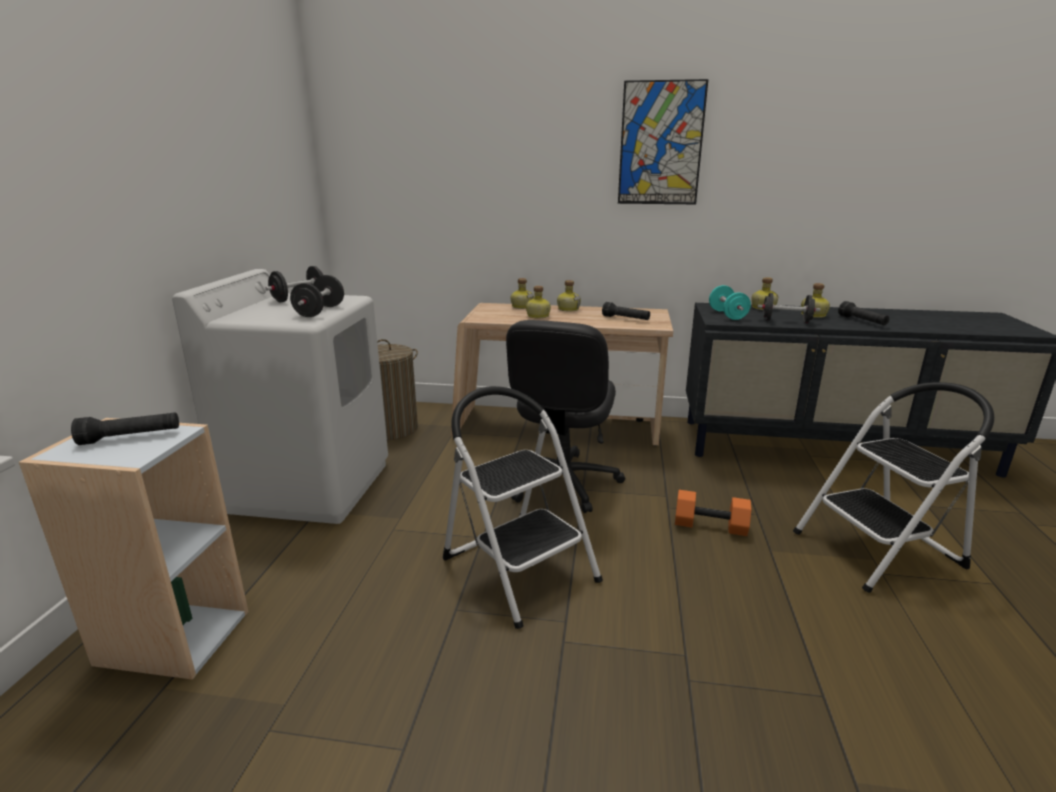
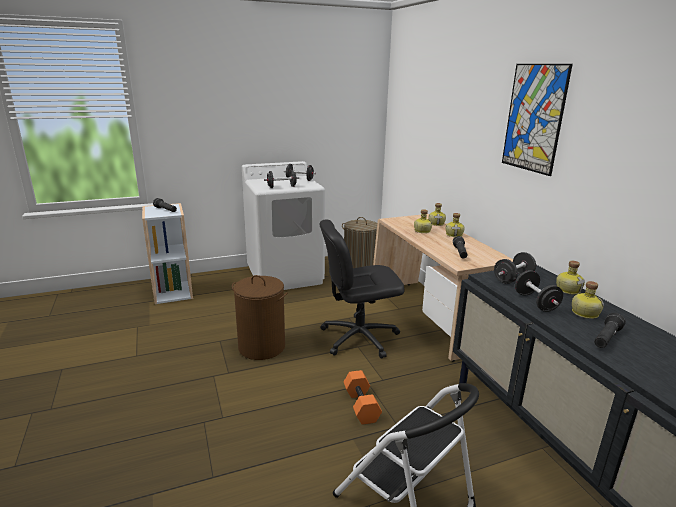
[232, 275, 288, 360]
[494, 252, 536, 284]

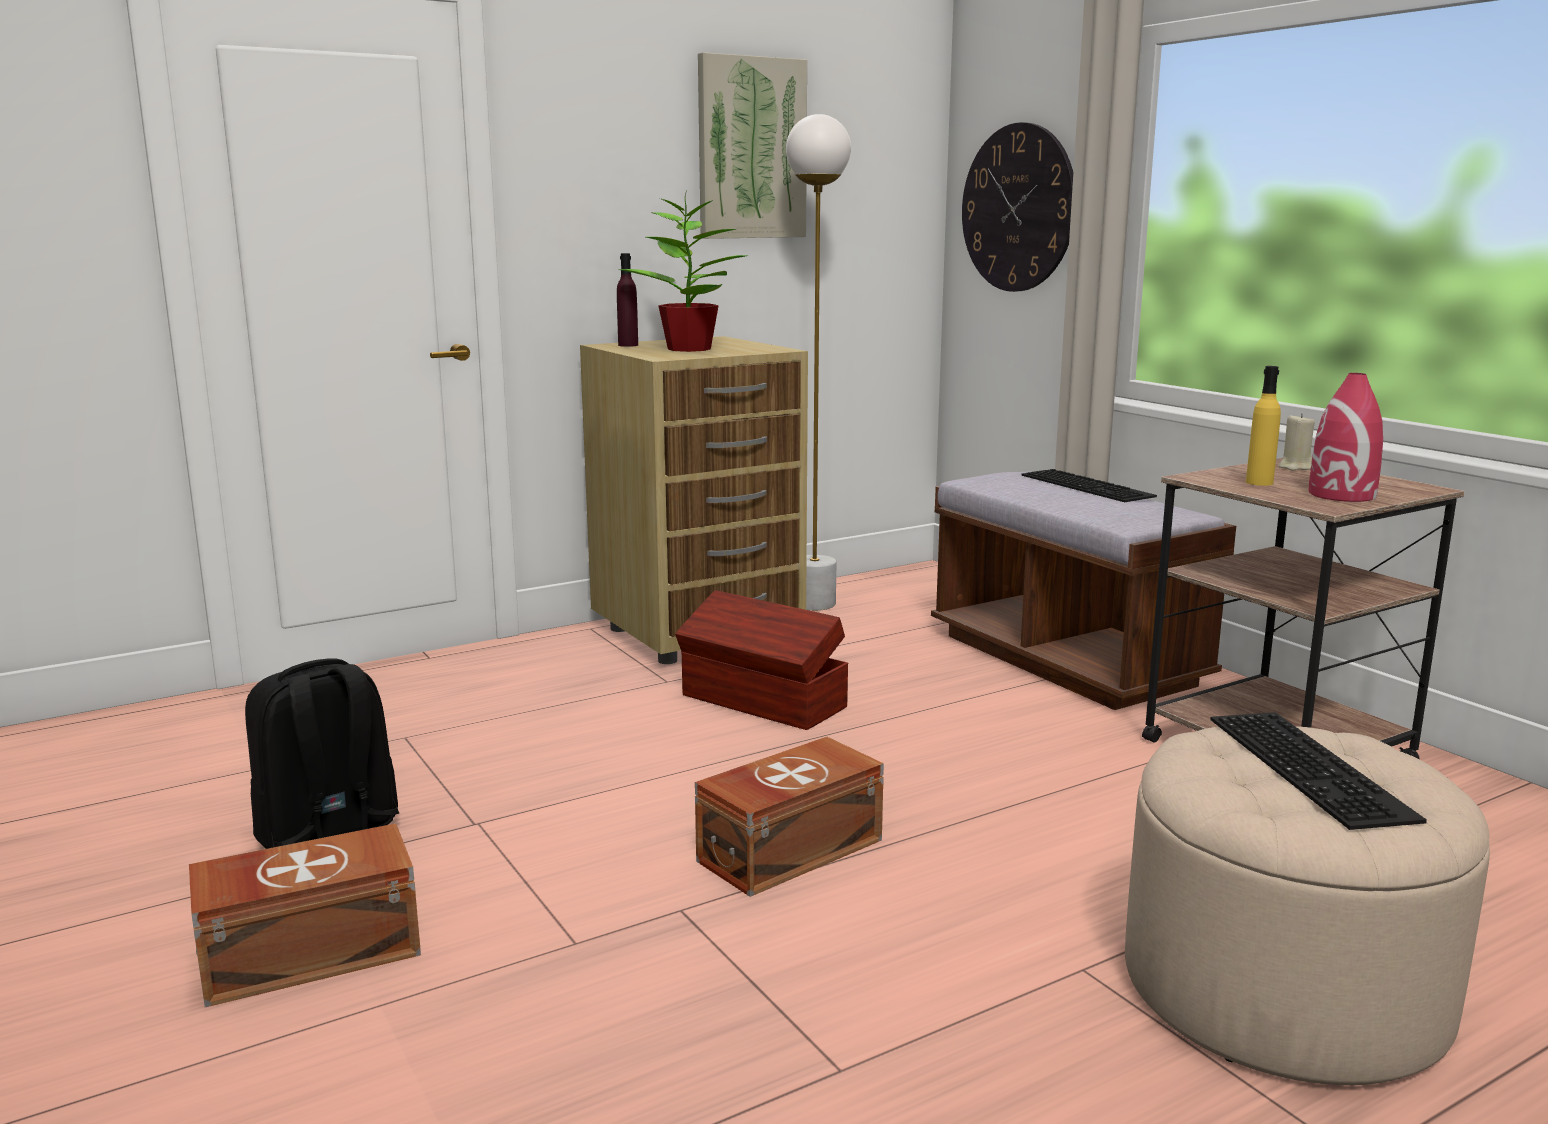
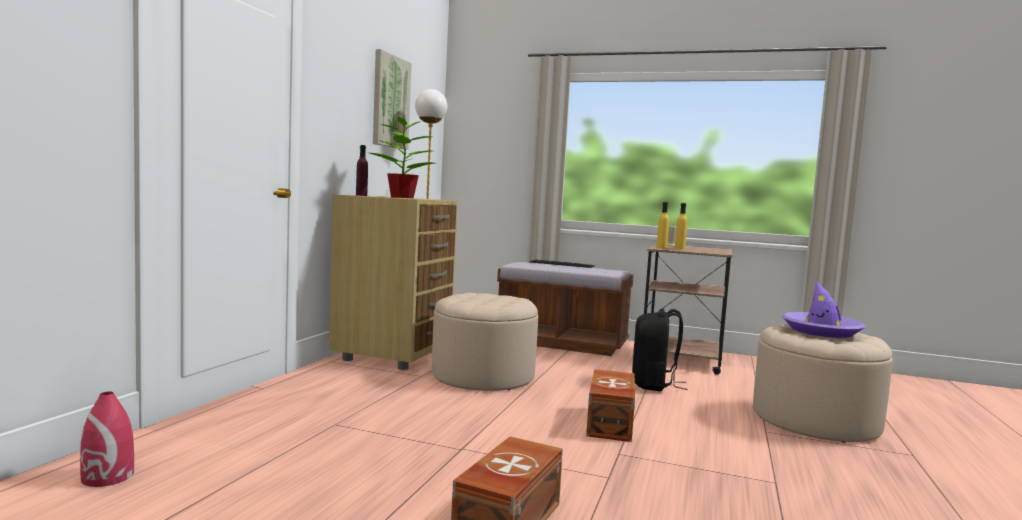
[80, 392, 134, 487]
[432, 293, 538, 391]
[632, 309, 688, 391]
[657, 202, 669, 249]
[782, 281, 865, 338]
[962, 122, 1073, 292] (first image)

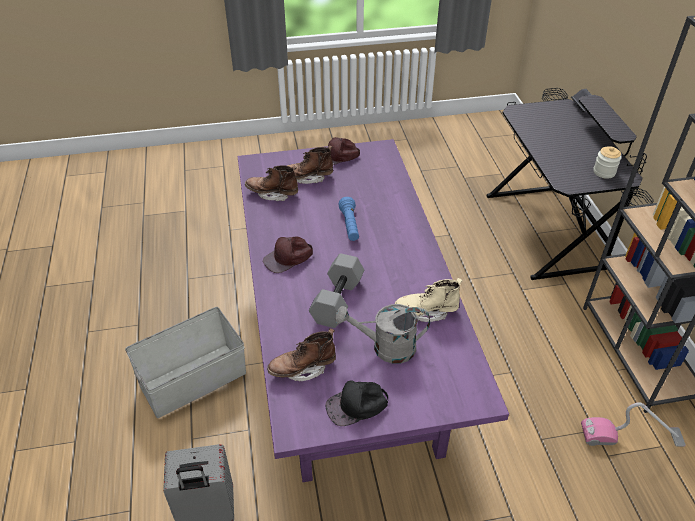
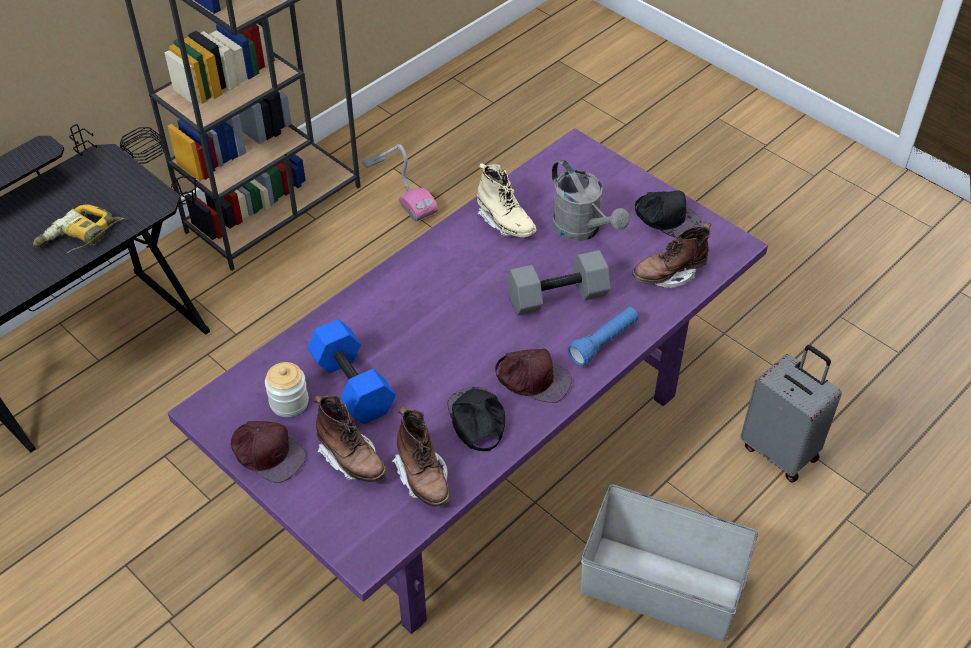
[33, 204, 126, 253]
[265, 362, 309, 417]
[307, 319, 396, 424]
[448, 387, 505, 451]
[568, 307, 639, 366]
[632, 222, 711, 288]

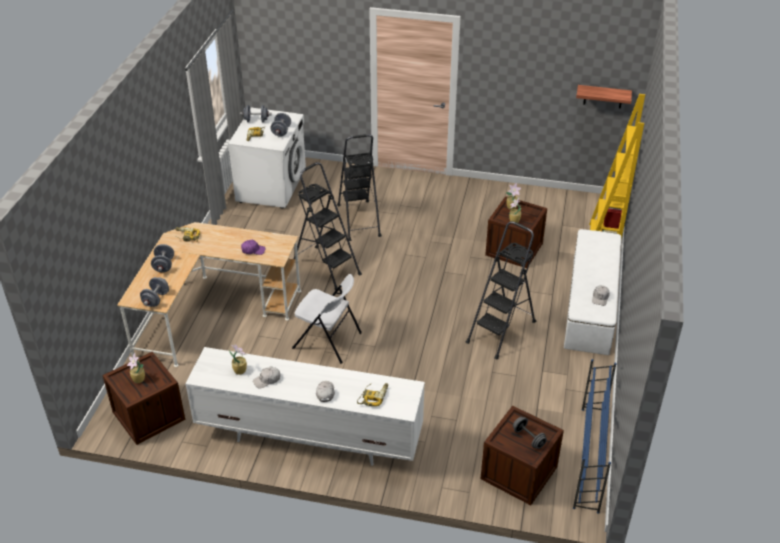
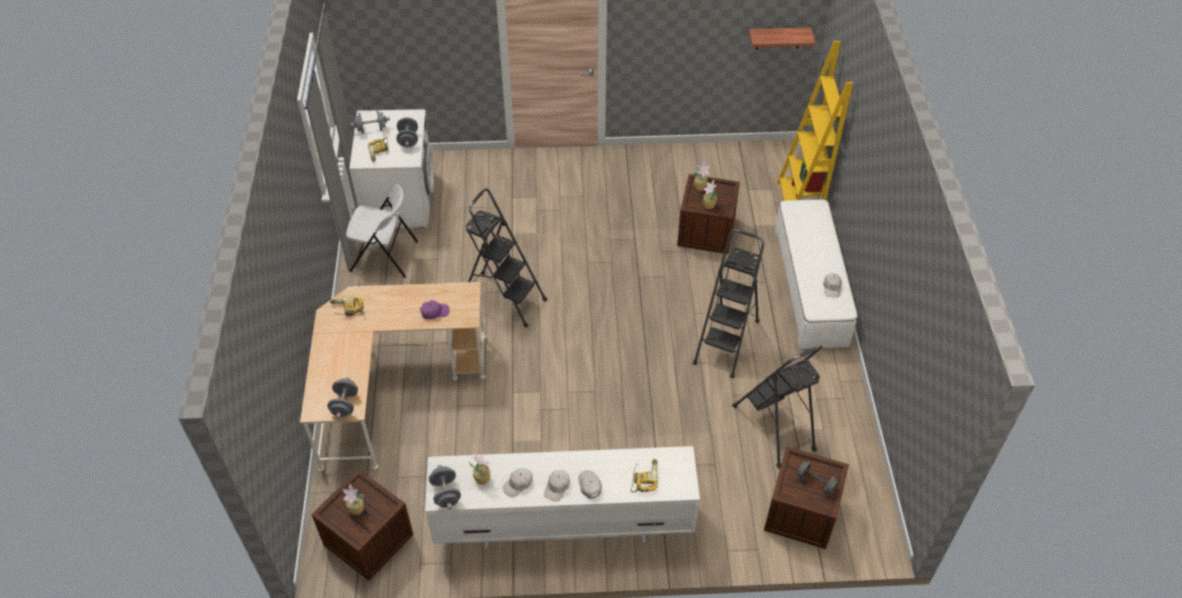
[346, 184, 418, 278]
[429, 465, 461, 510]
[544, 470, 570, 502]
[732, 346, 822, 469]
[573, 359, 617, 514] (first image)

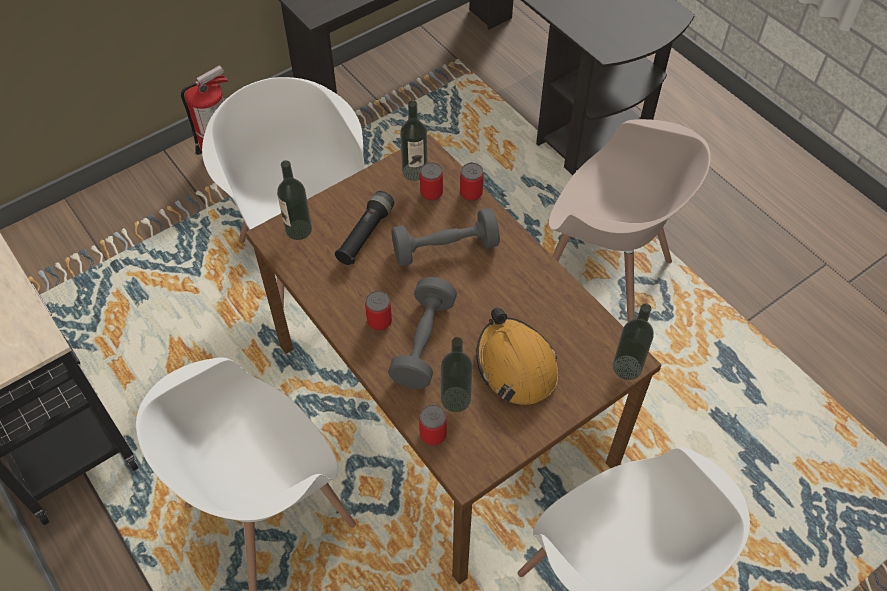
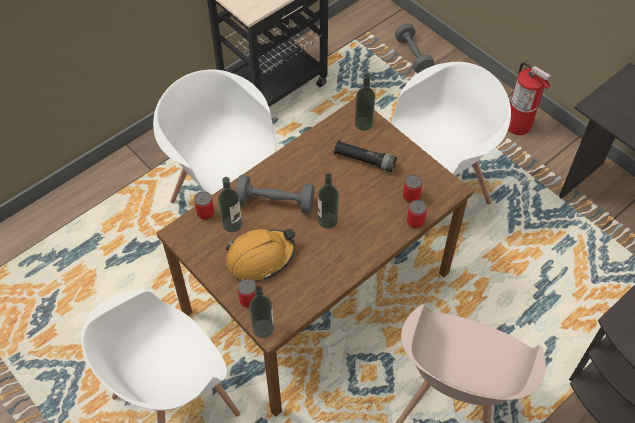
[238, 278, 257, 308]
[318, 173, 339, 229]
[395, 24, 434, 73]

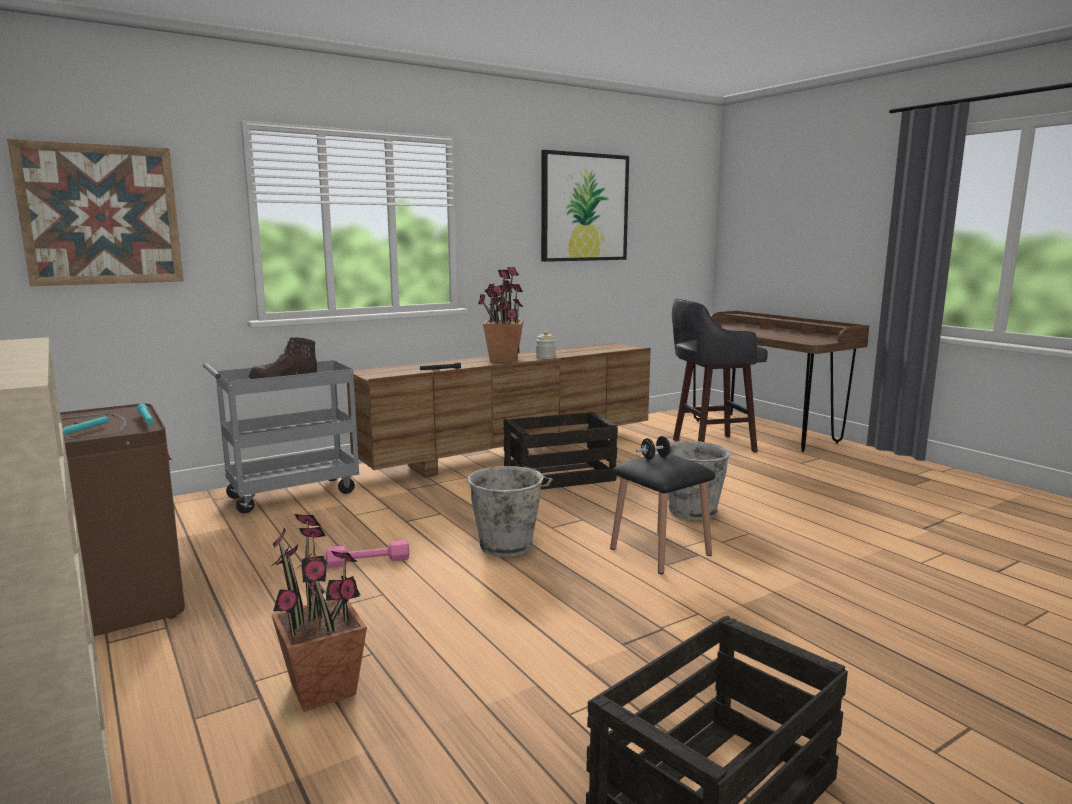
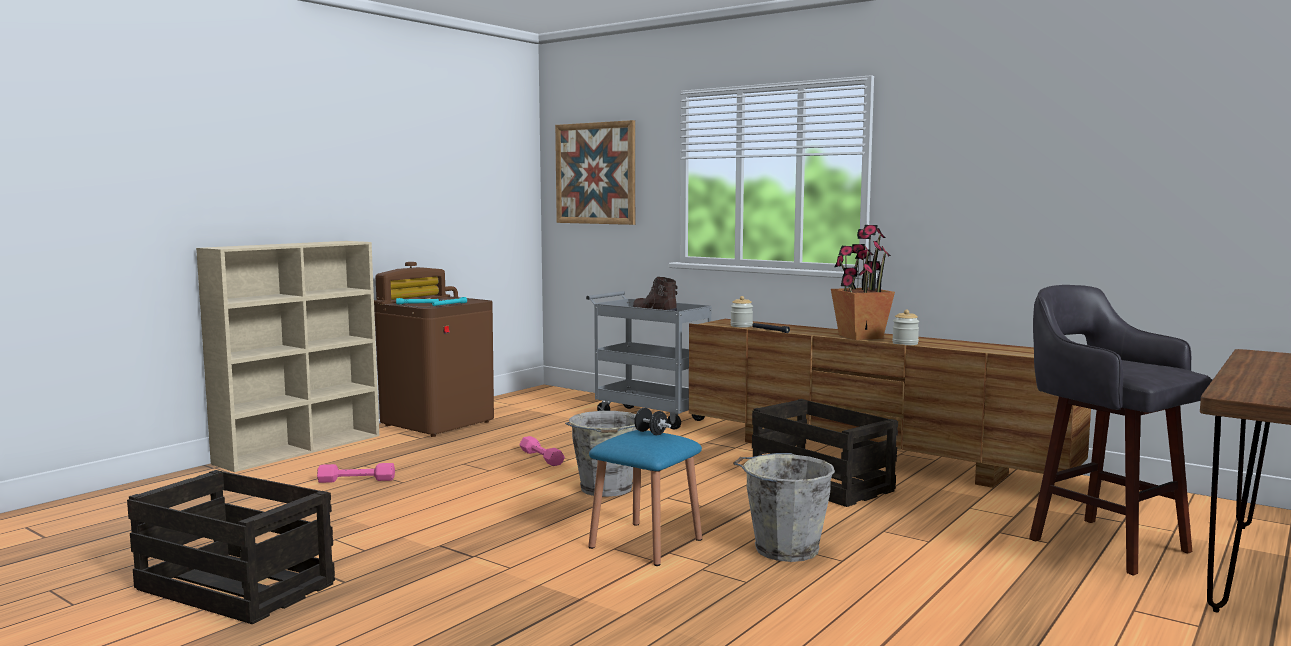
[317, 463, 395, 483]
[588, 430, 702, 566]
[731, 296, 753, 327]
[541, 150, 629, 262] (first image)

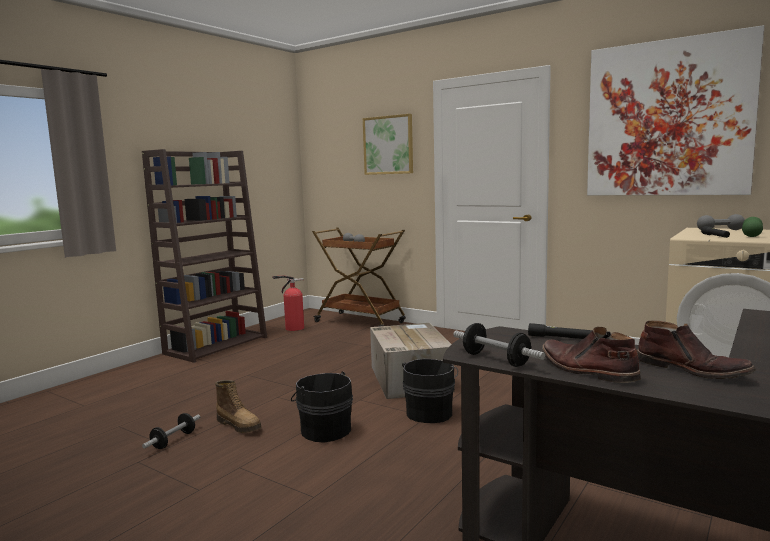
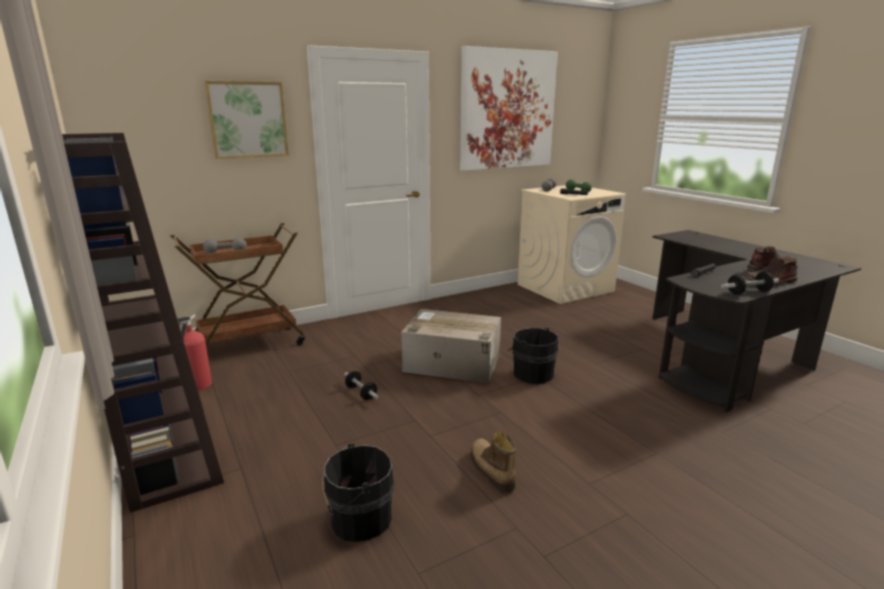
[322, 443, 394, 542]
[344, 371, 379, 400]
[470, 432, 516, 493]

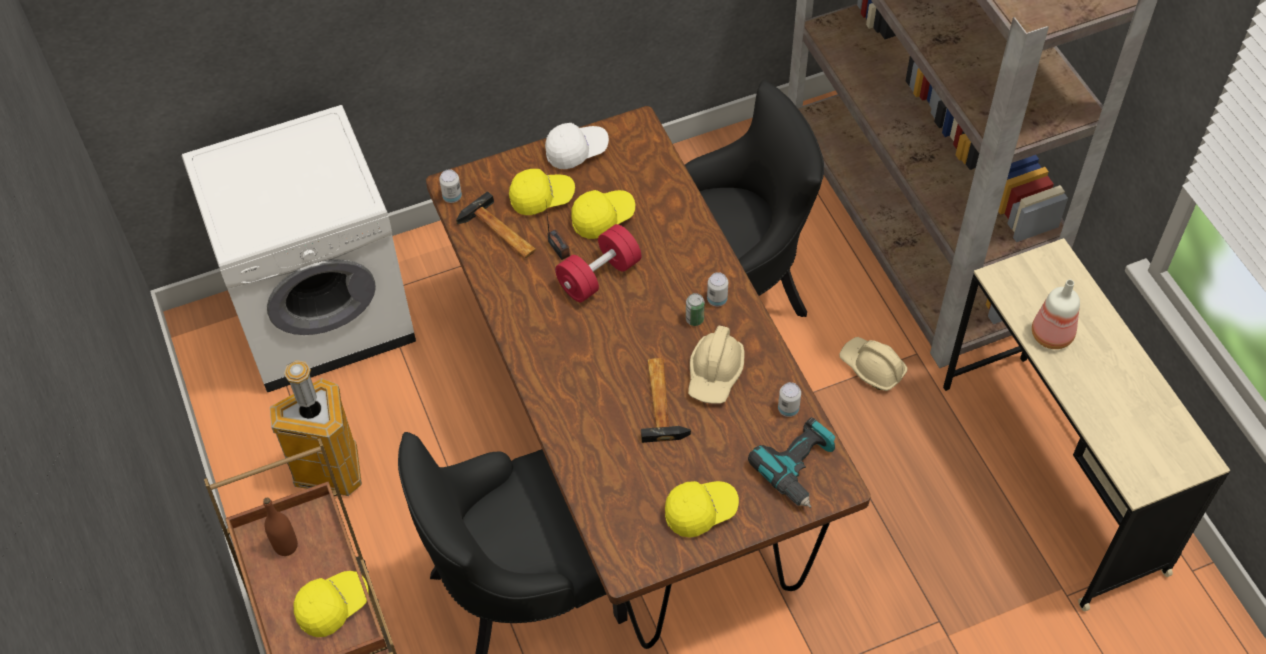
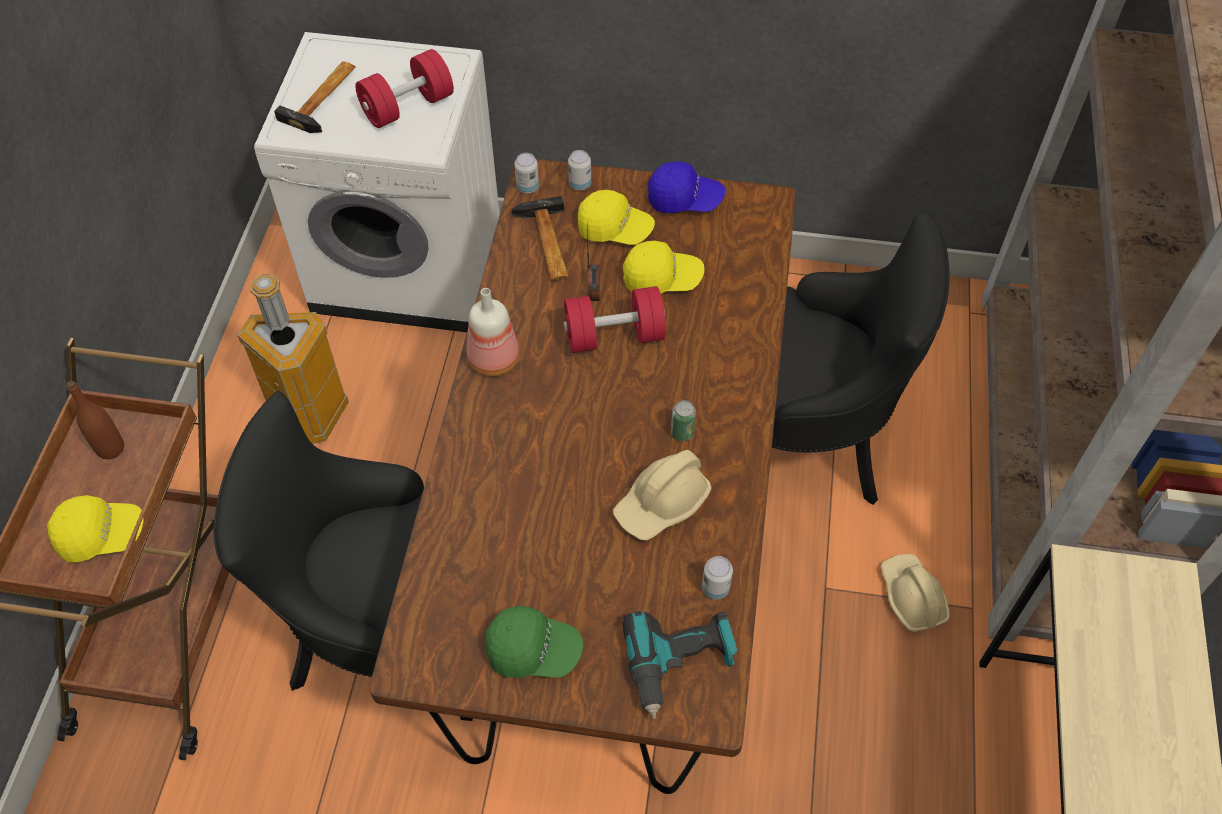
[274, 61, 356, 133]
[355, 49, 454, 128]
[467, 288, 519, 376]
[485, 606, 583, 678]
[568, 150, 591, 191]
[648, 162, 725, 213]

